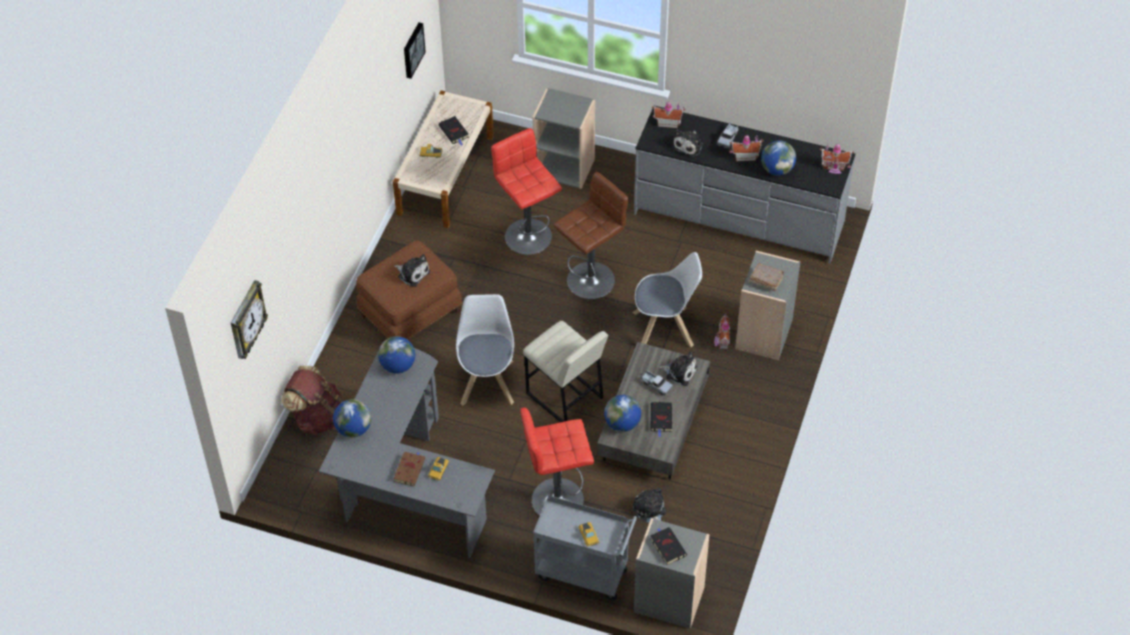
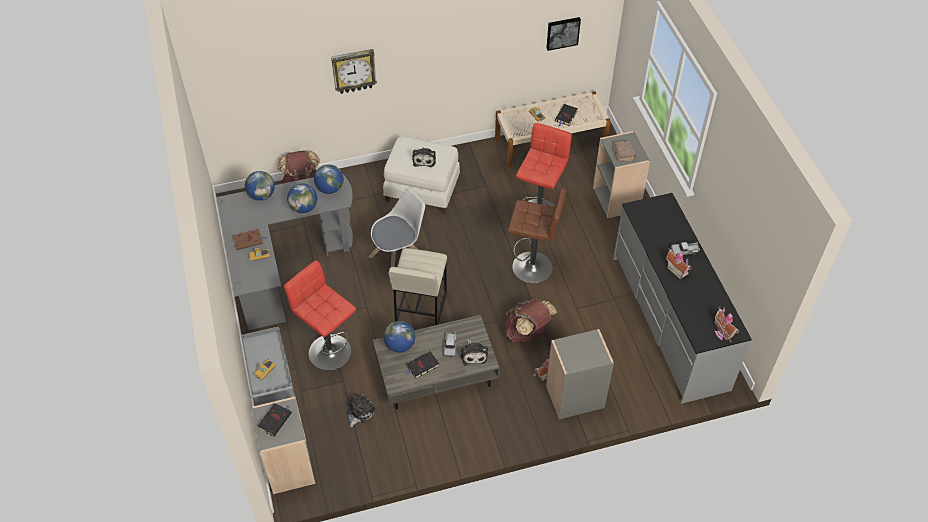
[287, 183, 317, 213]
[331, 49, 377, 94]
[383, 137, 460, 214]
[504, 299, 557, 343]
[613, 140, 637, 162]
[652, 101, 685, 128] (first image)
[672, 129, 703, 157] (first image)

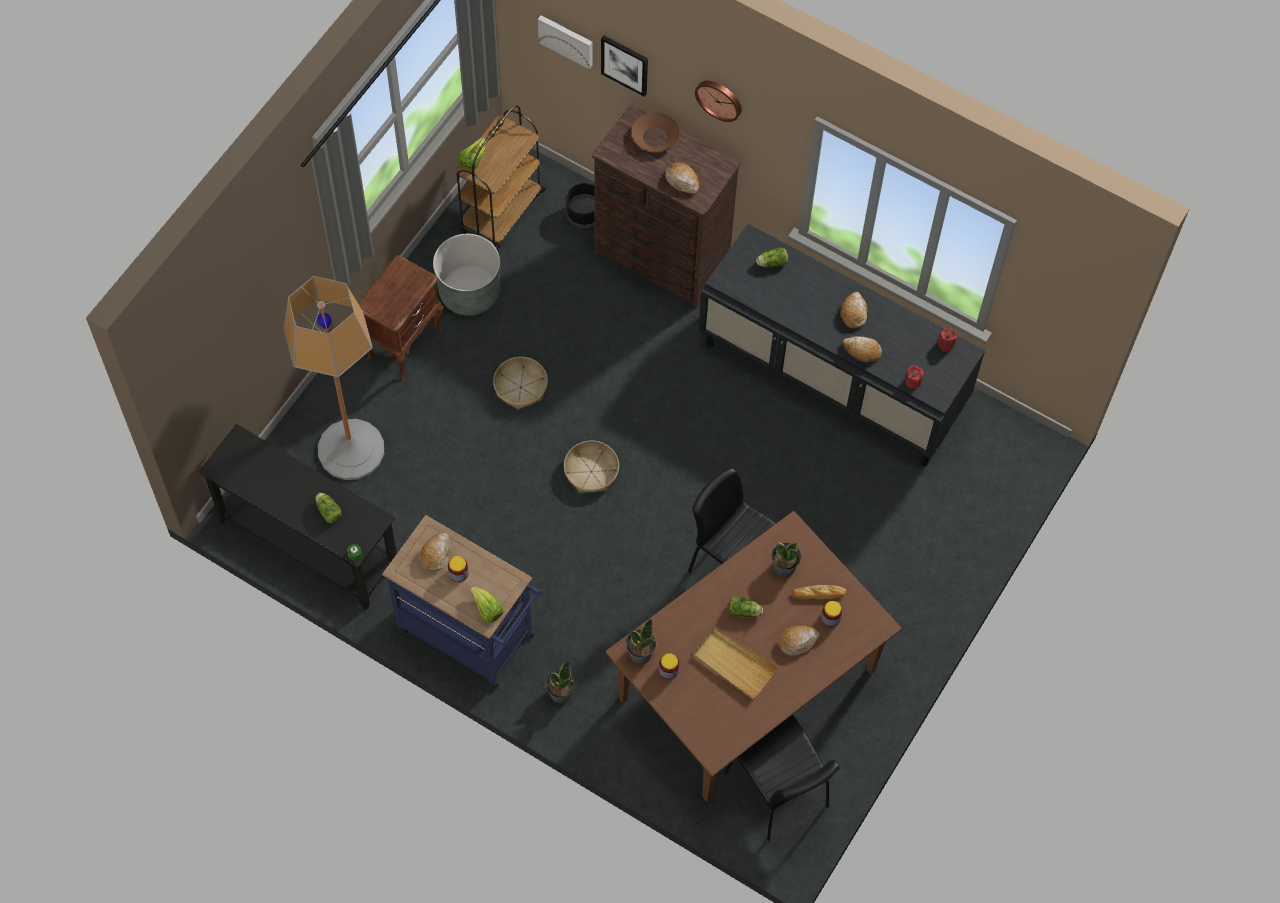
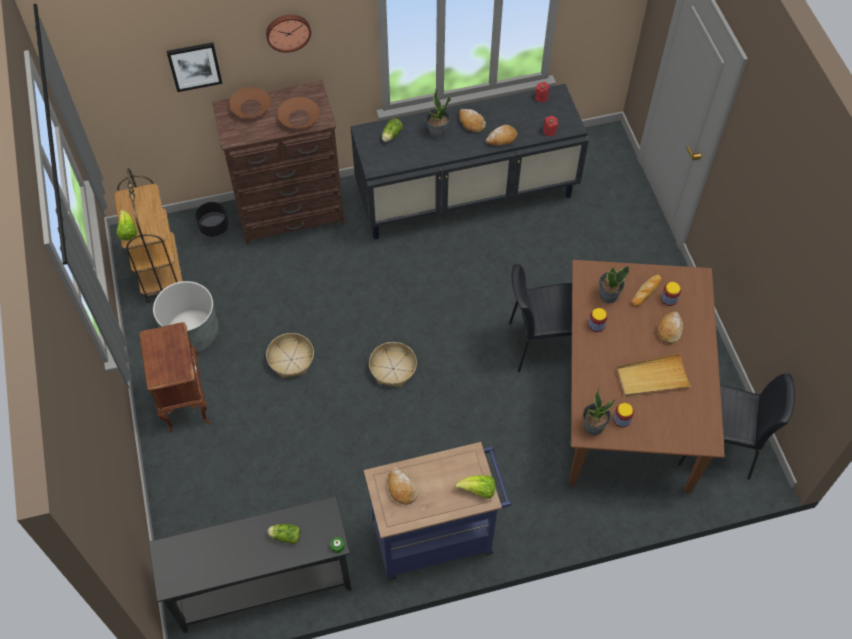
[278, 97, 319, 129]
[426, 89, 451, 138]
[588, 308, 607, 332]
[284, 276, 384, 480] (first image)
[538, 15, 593, 69] (first image)
[729, 596, 763, 618] (first image)

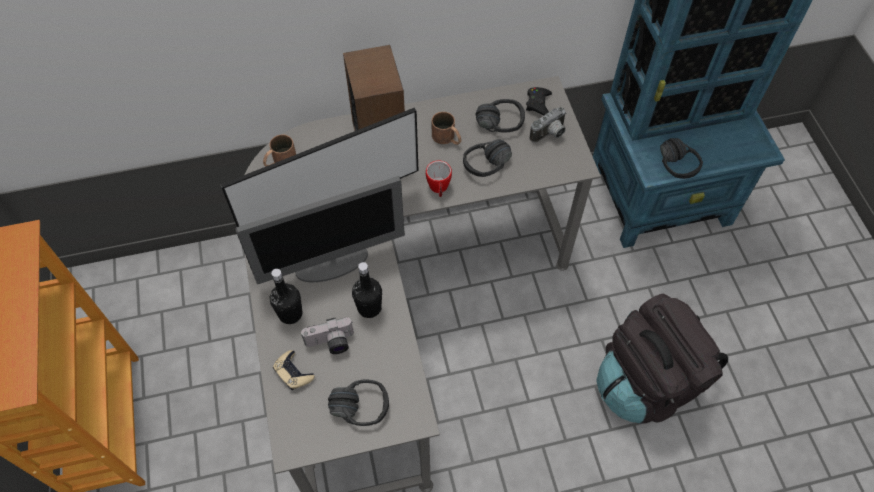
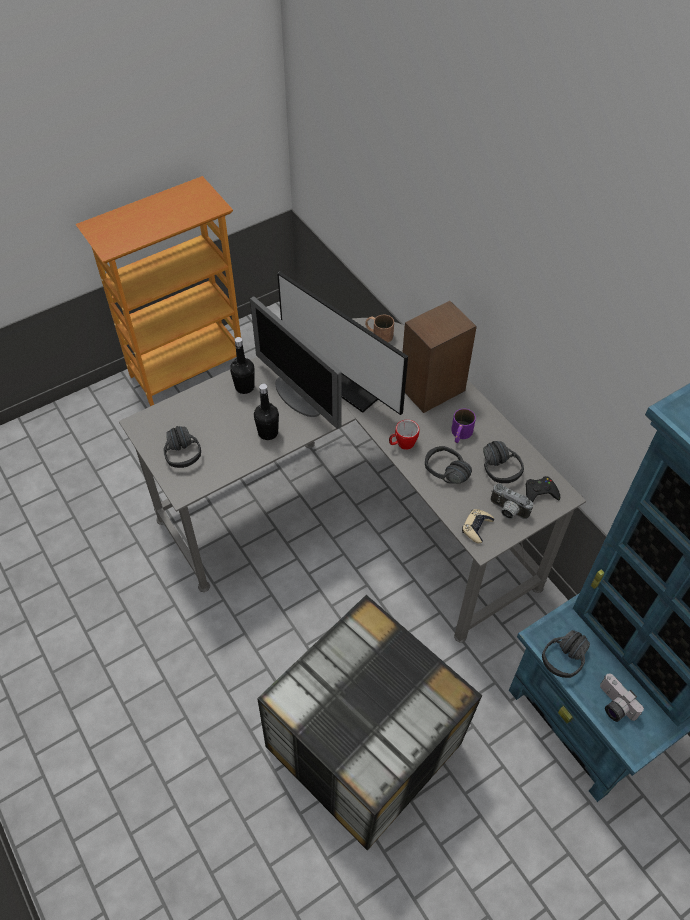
[257, 595, 482, 851]
[451, 409, 476, 443]
[462, 509, 494, 544]
[600, 673, 644, 722]

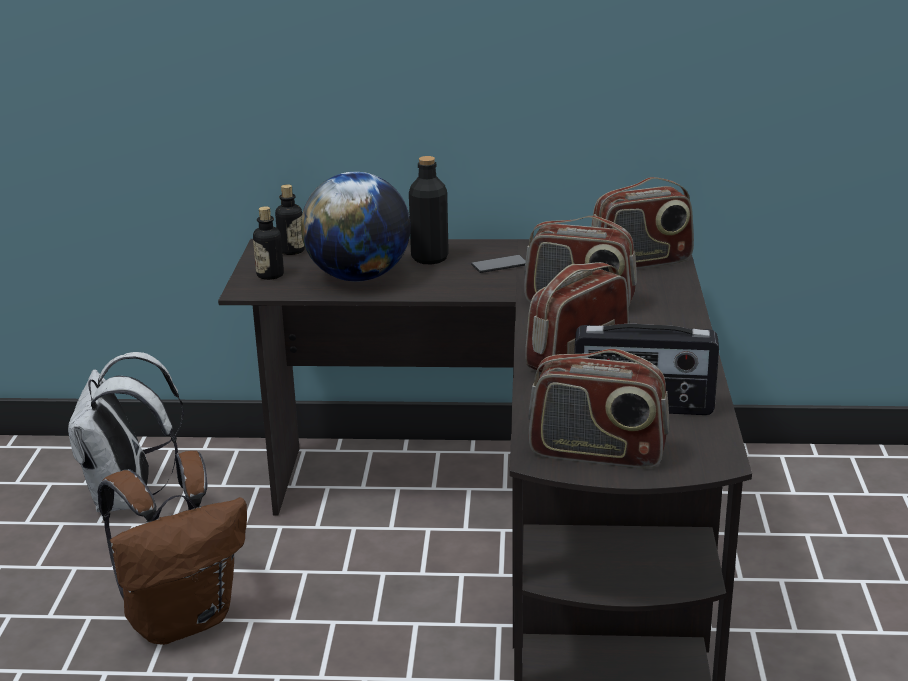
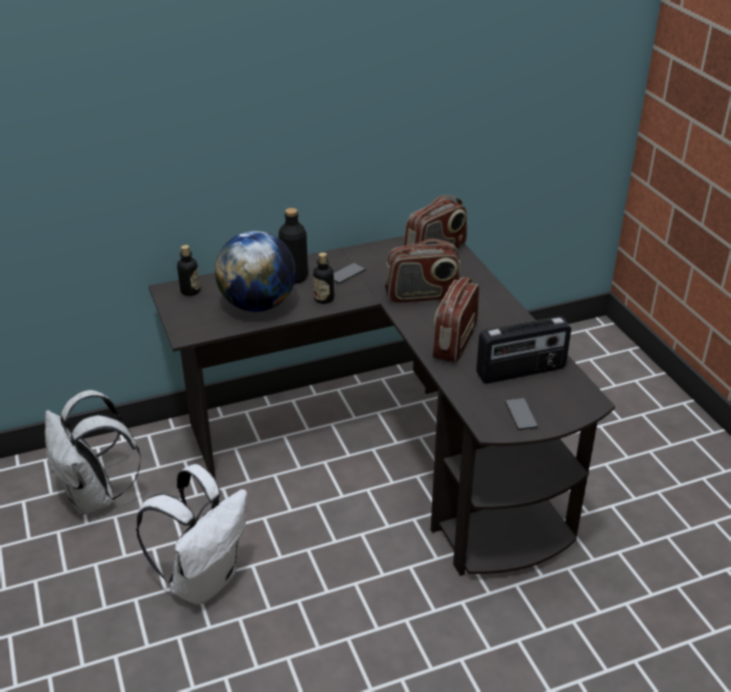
[136, 464, 248, 605]
[313, 252, 334, 304]
[505, 398, 538, 430]

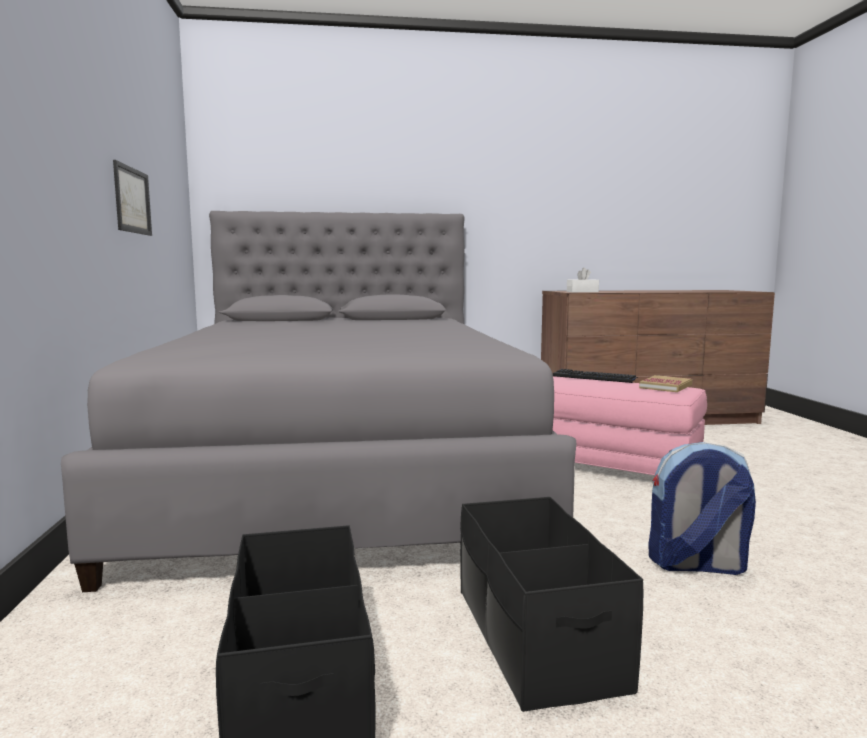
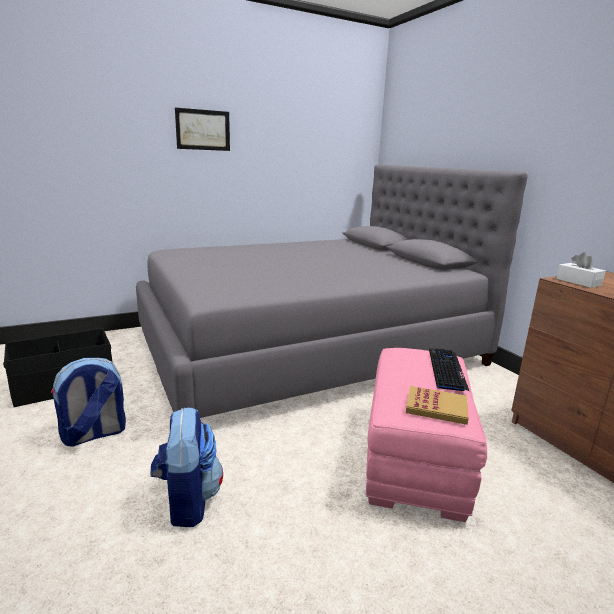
[51, 358, 126, 447]
[175, 108, 230, 151]

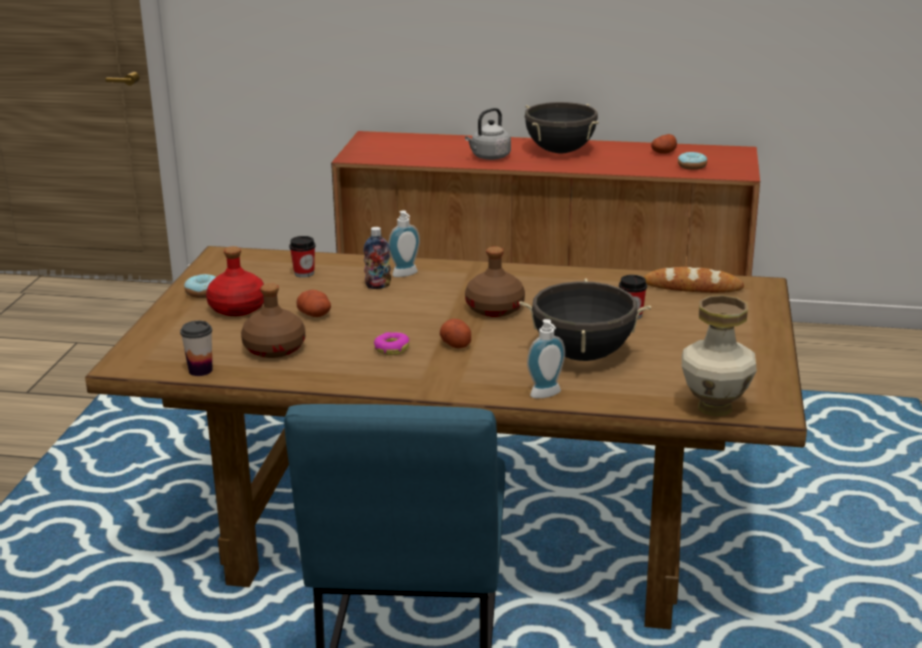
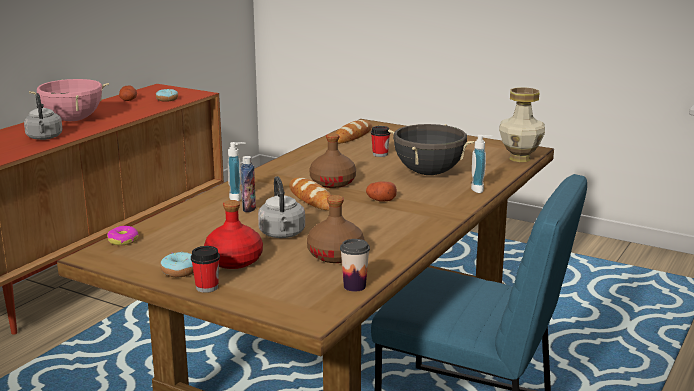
[29, 79, 109, 121]
[107, 226, 139, 245]
[191, 246, 220, 293]
[258, 176, 305, 238]
[289, 177, 332, 210]

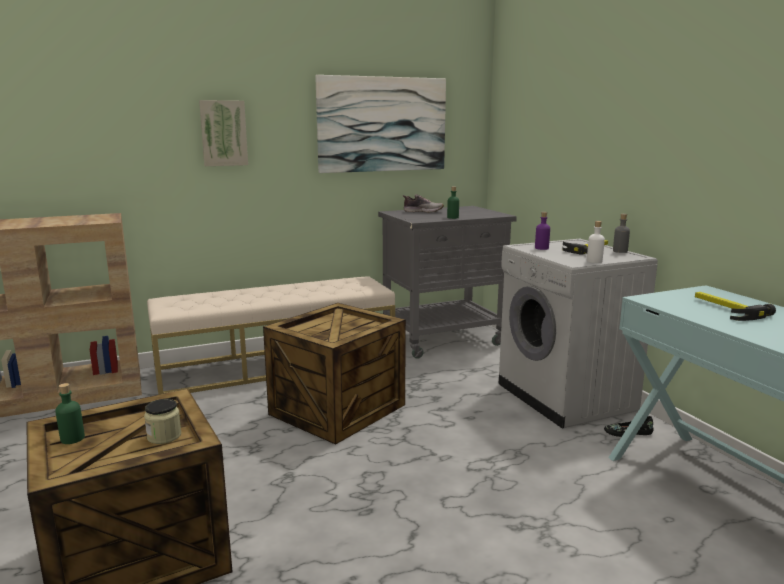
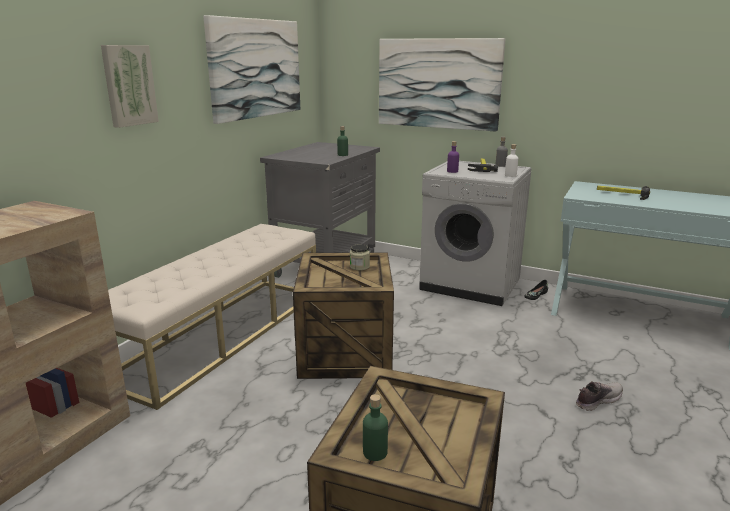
[350, 244, 370, 270]
[379, 38, 506, 132]
[576, 381, 623, 411]

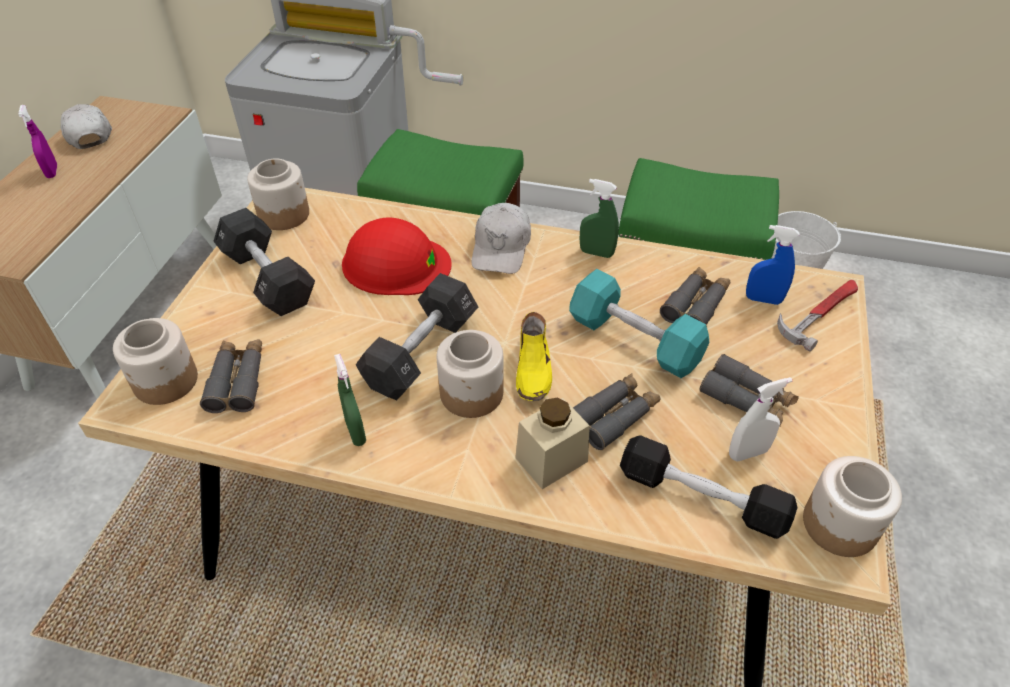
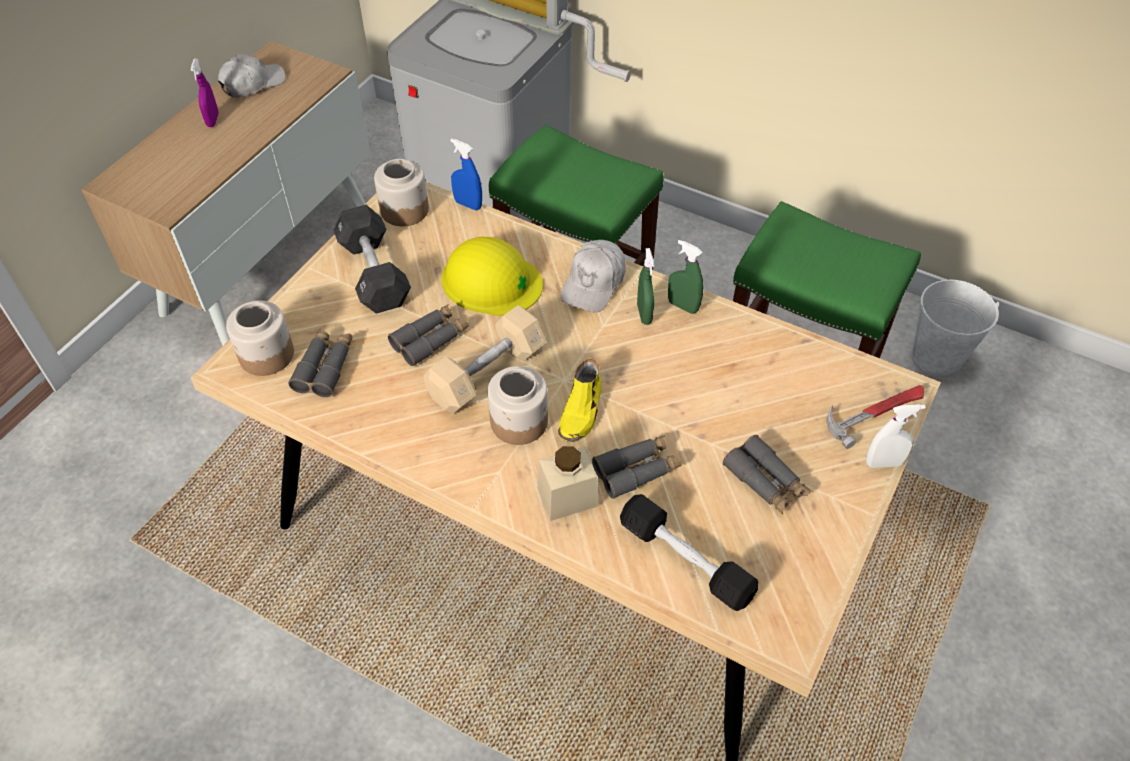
[218, 54, 285, 98]
[388, 304, 469, 366]
[423, 305, 547, 414]
[441, 237, 543, 316]
[450, 138, 482, 210]
[637, 248, 654, 325]
[866, 404, 925, 468]
[569, 269, 709, 378] (first image)
[803, 456, 902, 557] (first image)

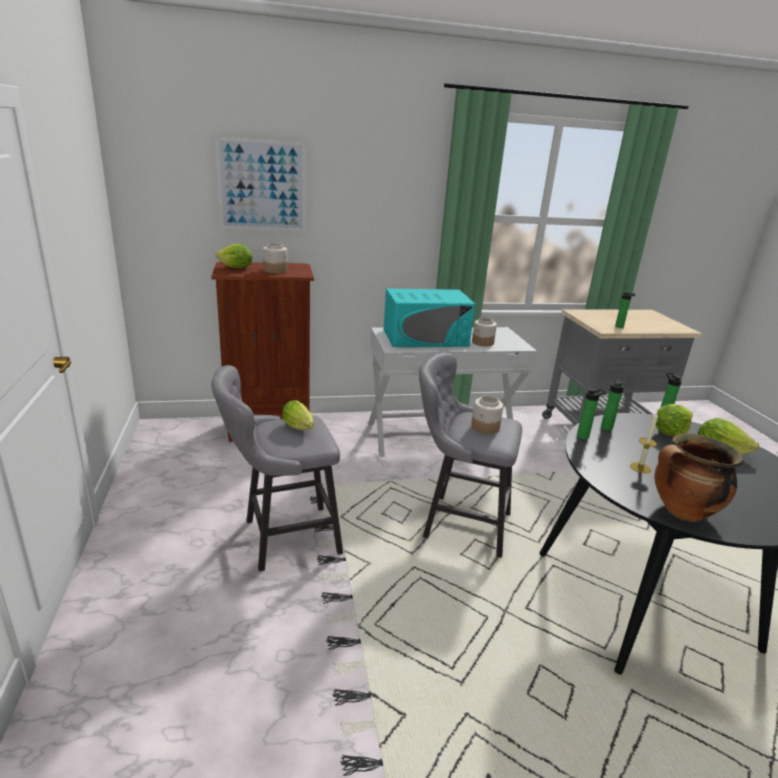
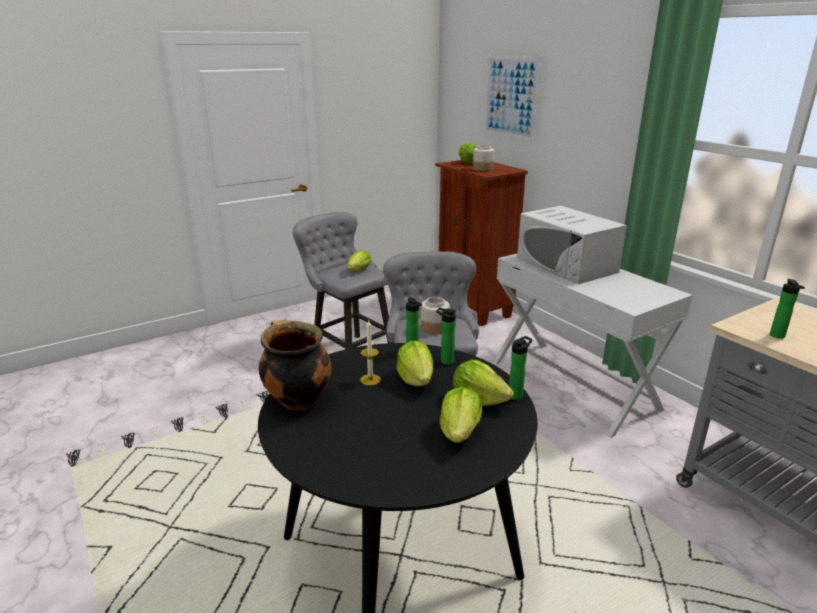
[396, 341, 433, 386]
[517, 206, 627, 284]
[472, 318, 497, 346] (first image)

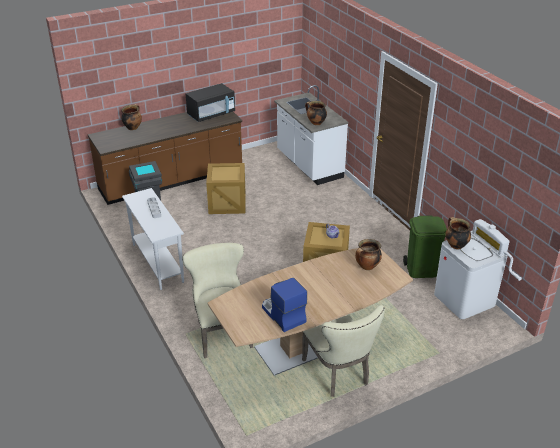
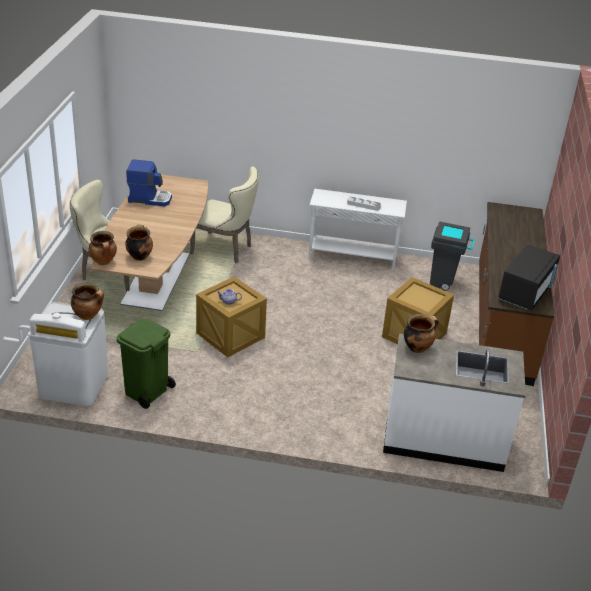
[89, 231, 117, 265]
[498, 244, 560, 310]

